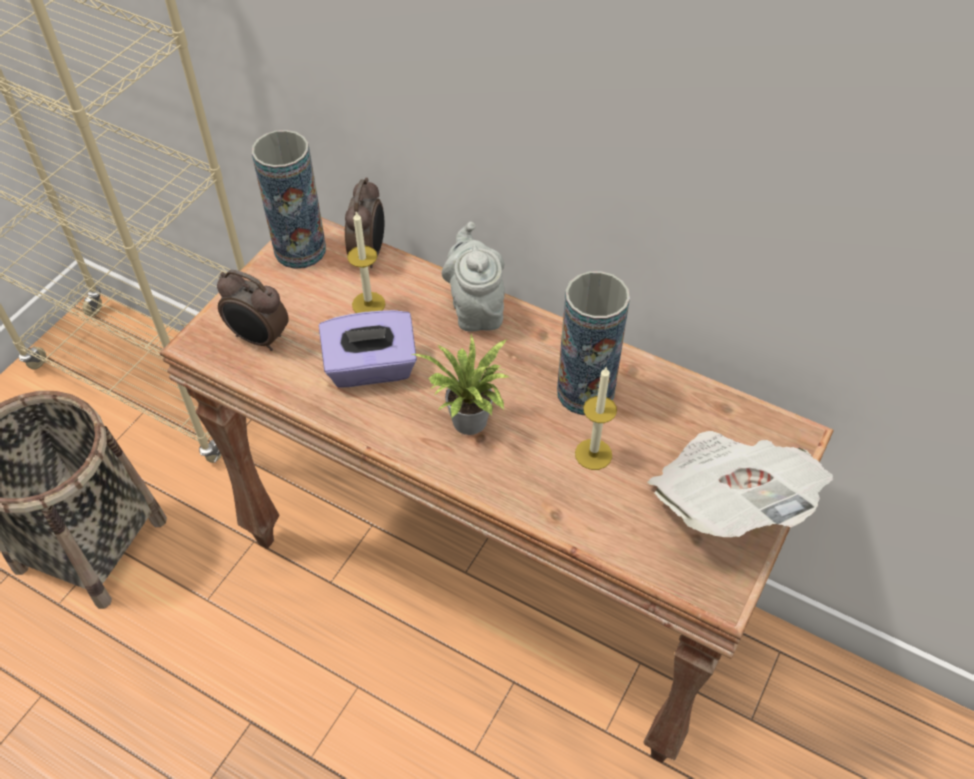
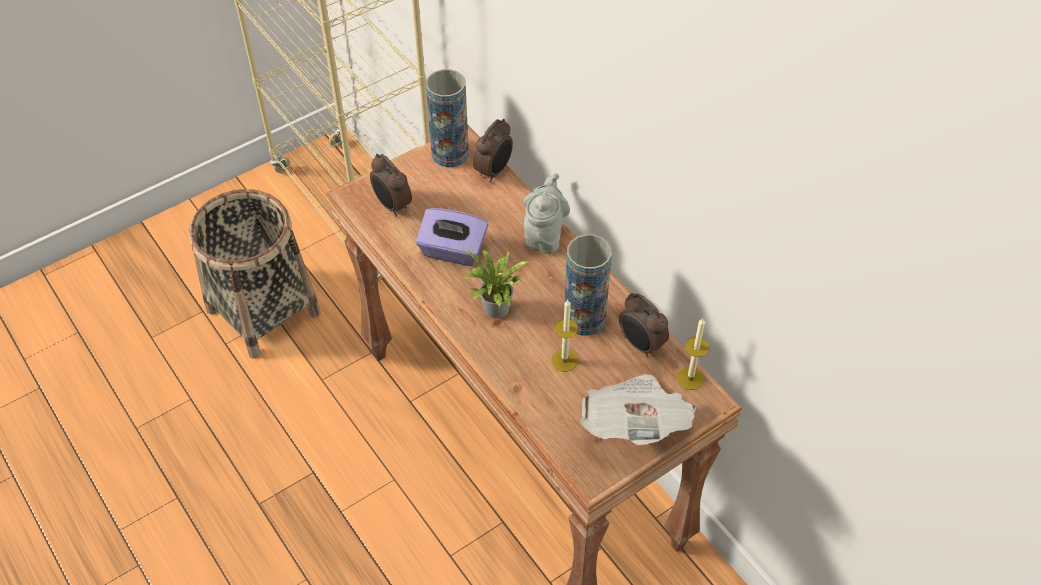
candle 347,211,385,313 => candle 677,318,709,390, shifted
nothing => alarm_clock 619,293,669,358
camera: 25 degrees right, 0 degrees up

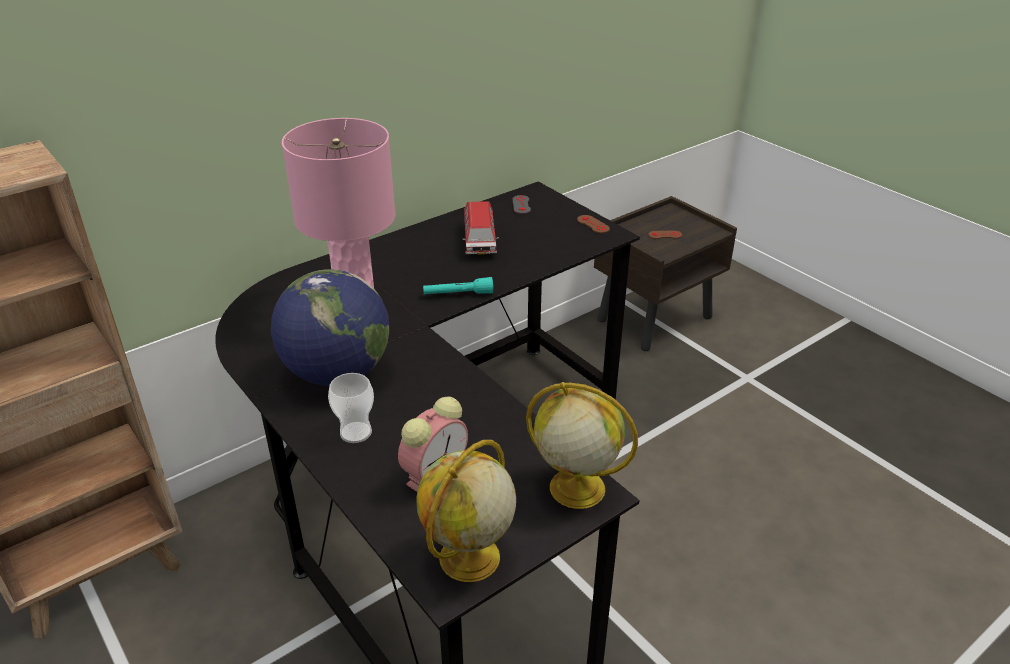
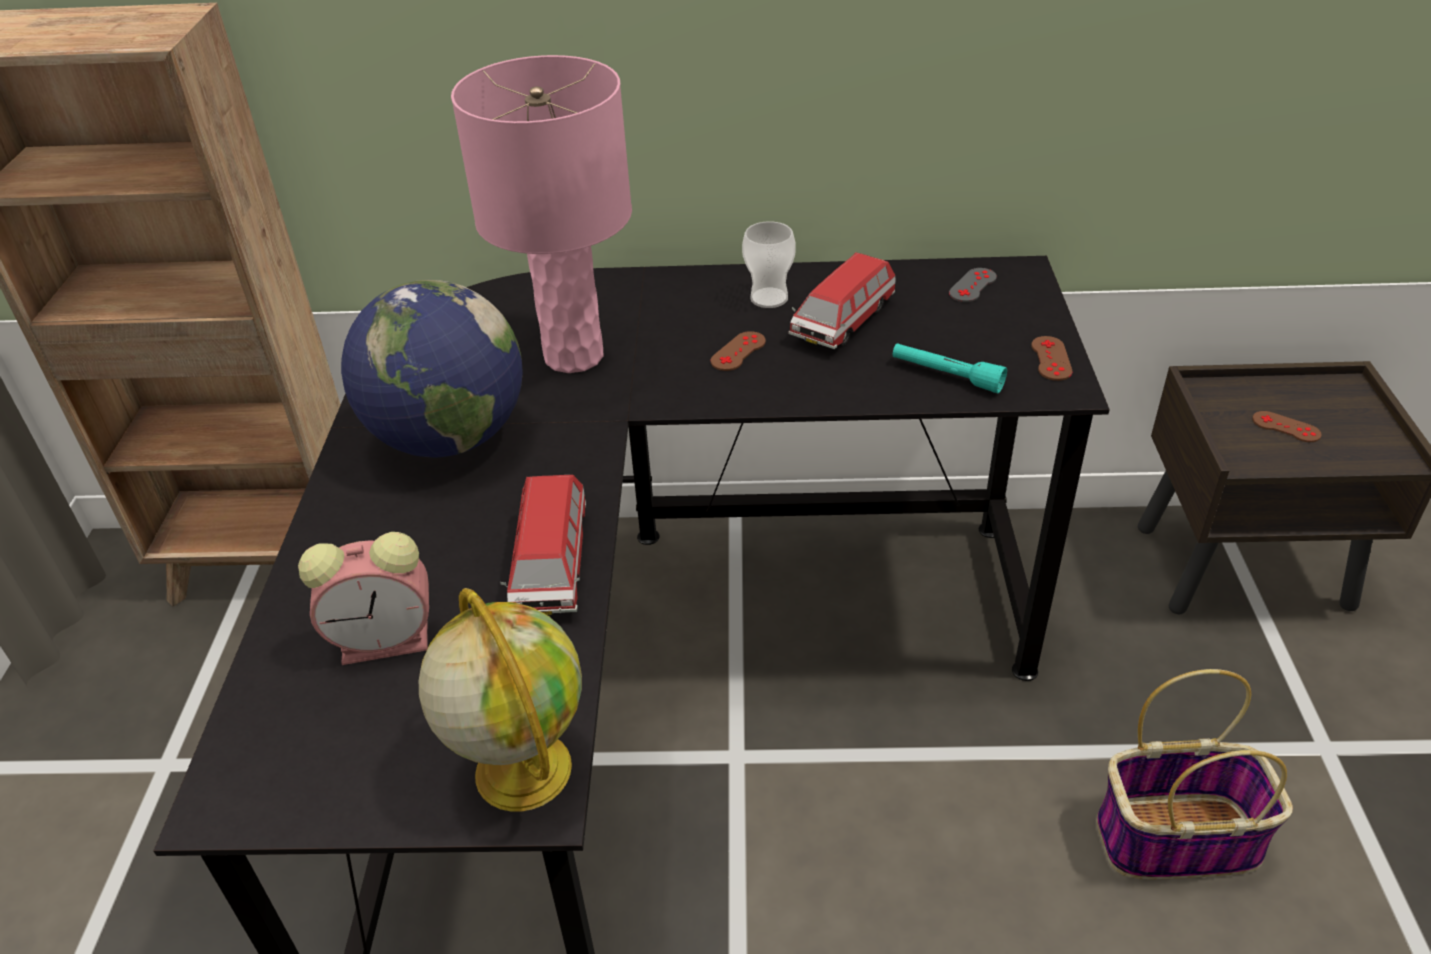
cup 328,373,374,443 => cup 742,221,795,308, shifted
globe 416,440,516,582 => nothing
turquoise_flashlight 423,277,493,294 => turquoise_flashlight 893,343,1007,393, shifted
nothing => toy_car 500,475,586,615
nothing => brown_game_controller 710,331,766,371
nothing => basket 1096,669,1293,880
camera: 40 degrees right, 5 degrees up

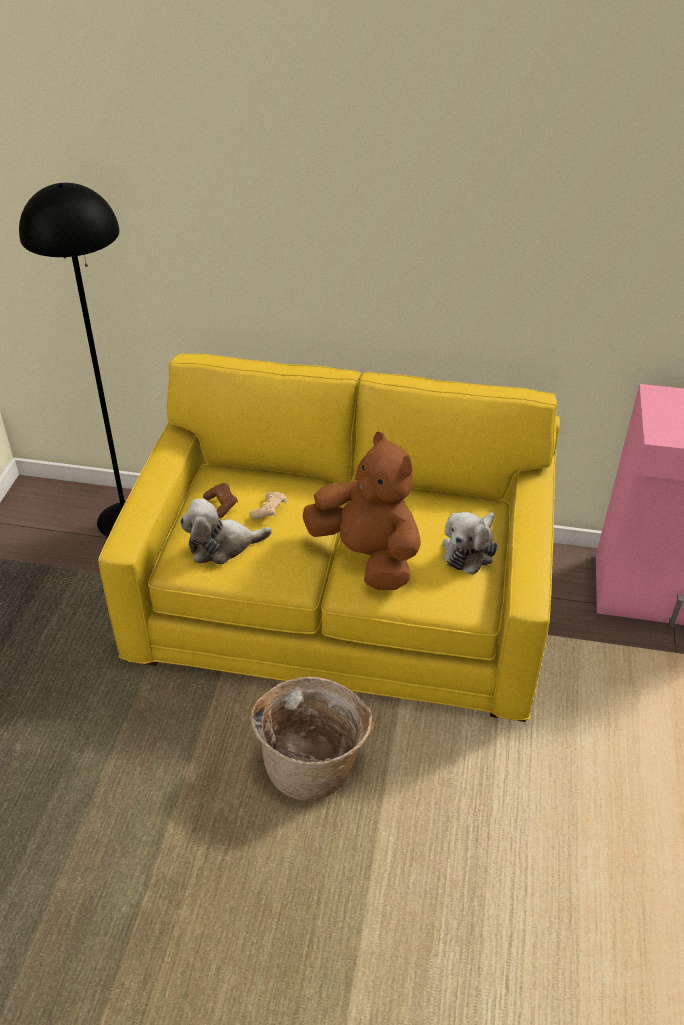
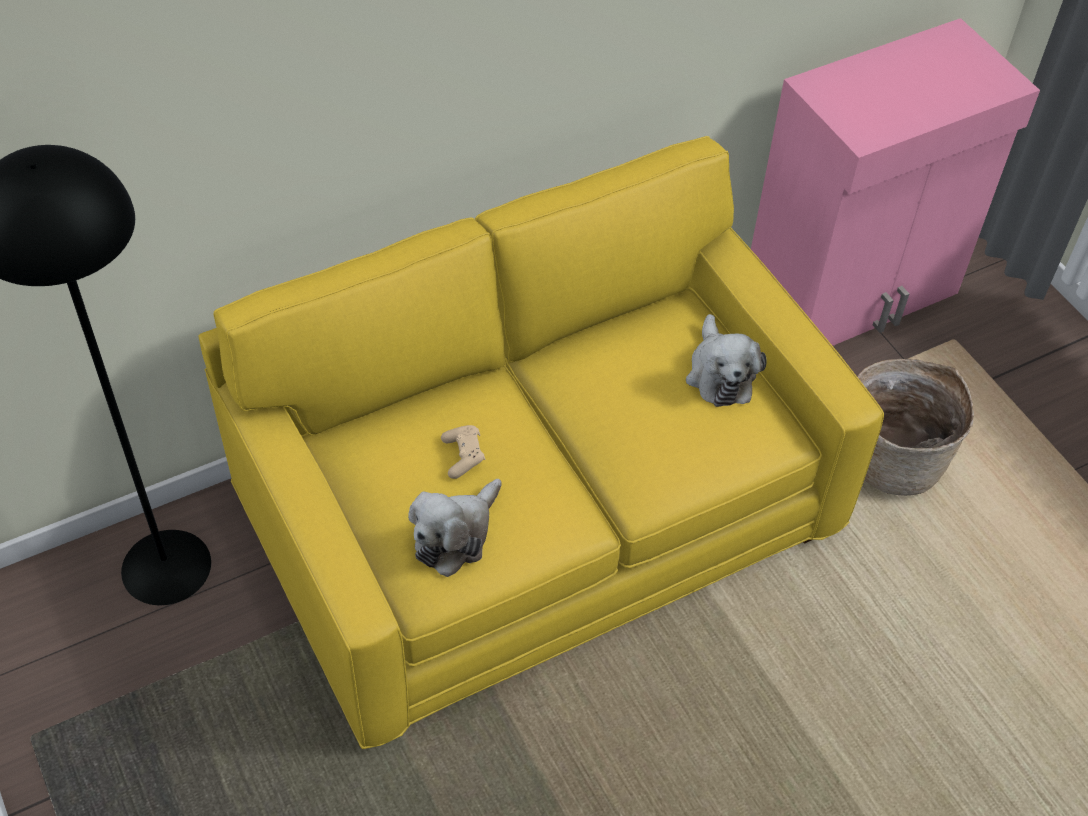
brown_game_controller 203,483,238,518 => nothing
basket 250,676,373,801 => basket 857,359,974,496, shifted
brown_plush_toy 303,432,421,590 => nothing
camera: 40 degrees left, 10 degrees up

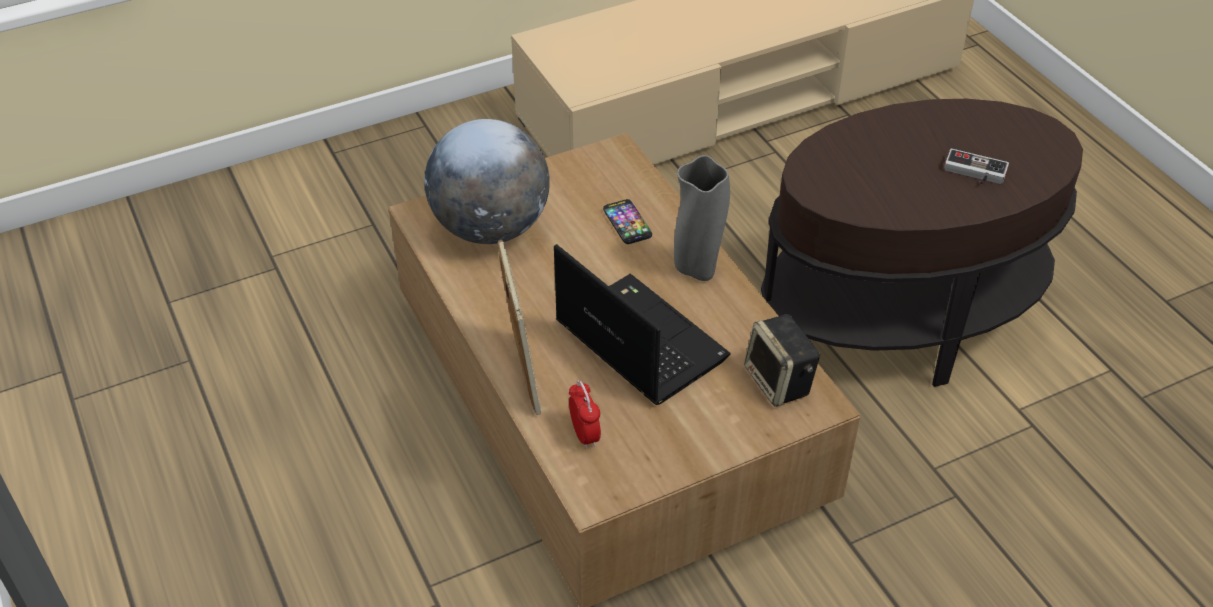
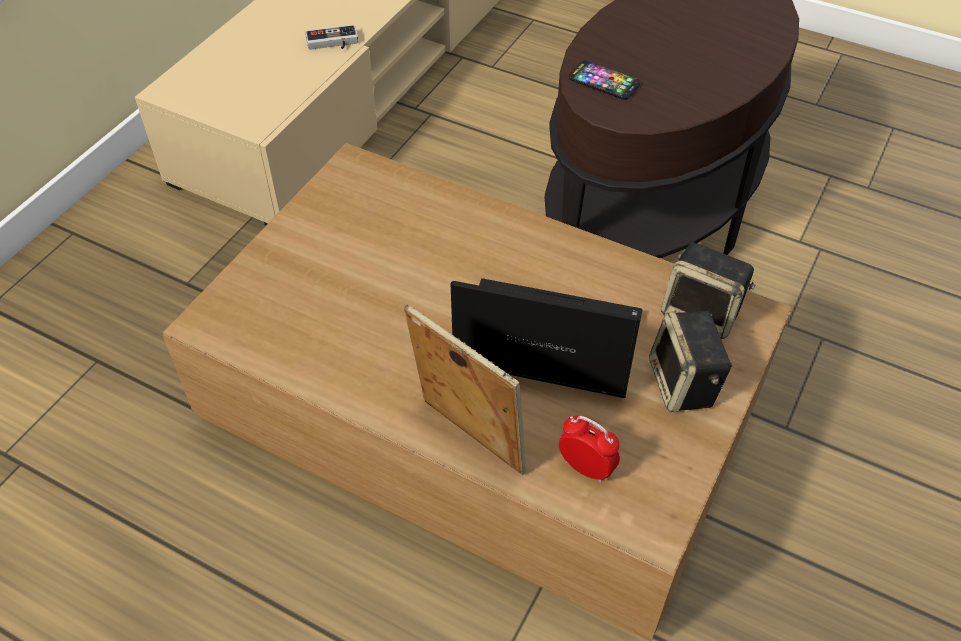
globe 424,119,550,244 => nothing
phone 603,199,652,244 => phone 569,61,640,100, shifted
grey_vase 674,155,730,281 => nothing
game_controller 944,149,1009,184 => game_controller 305,25,359,50, shifted
nothing => speaker 649,311,732,412
camera: 35 degrees left, 5 degrees up

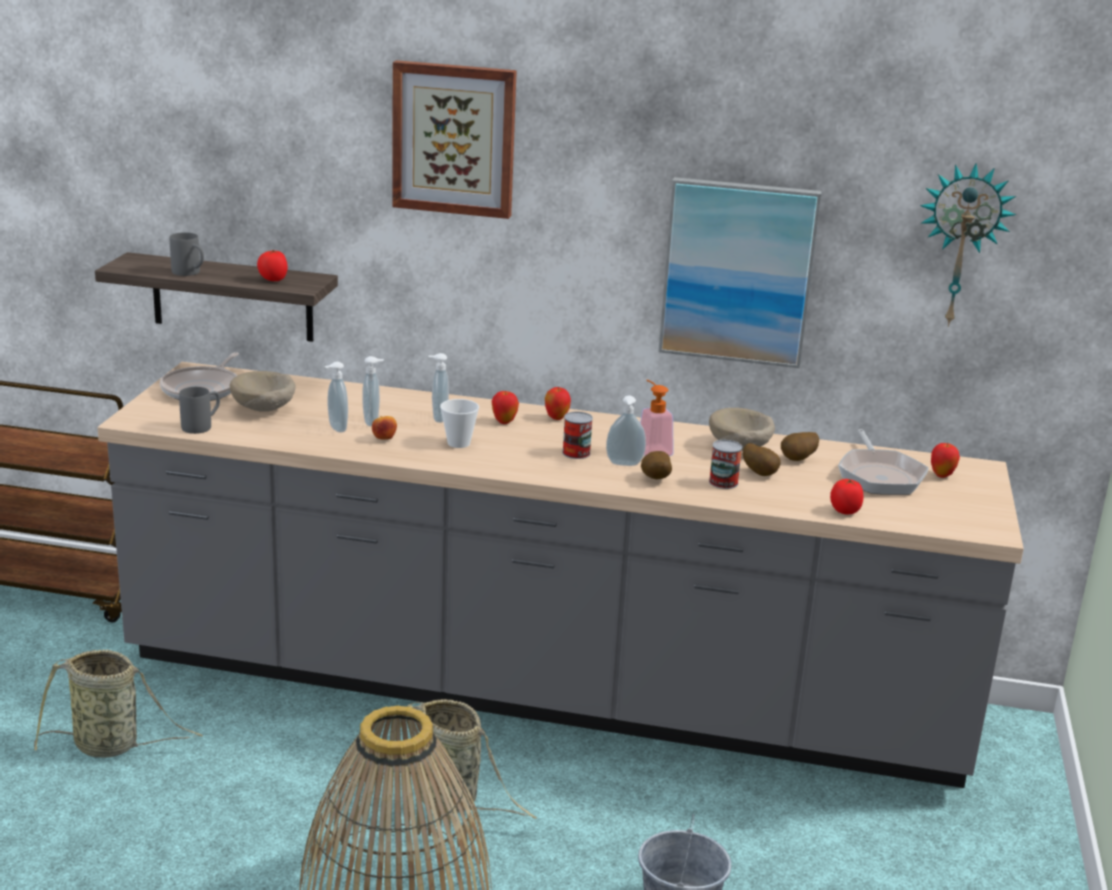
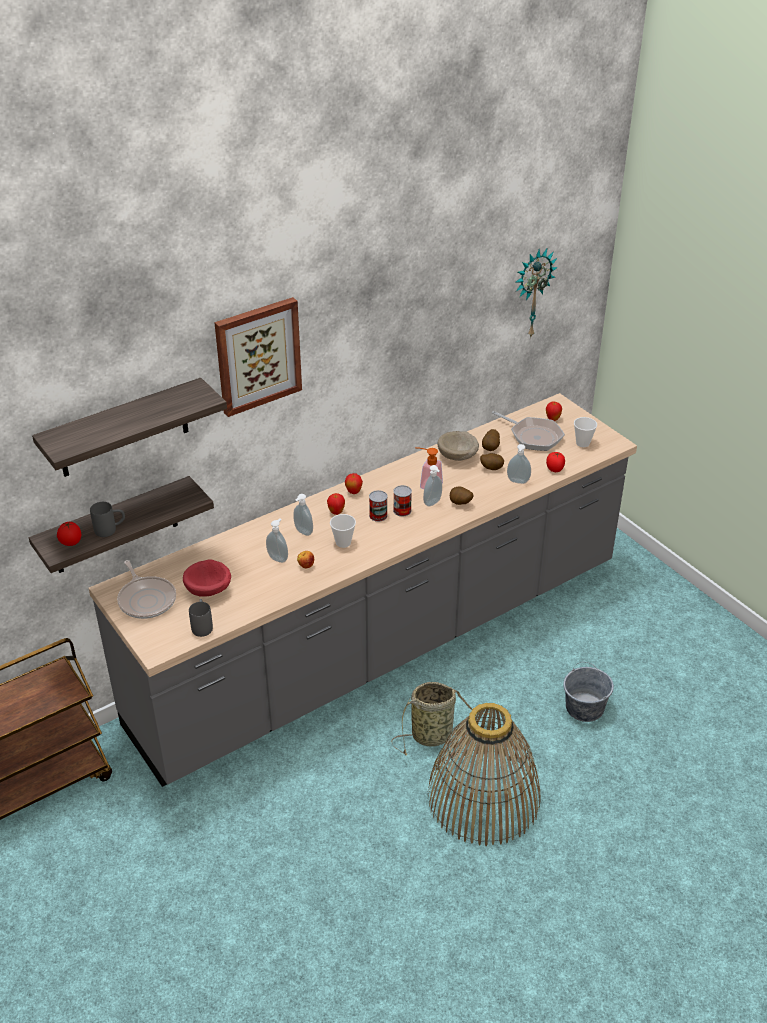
basket 34,650,203,758 => nothing
beige_bowl 230,371,296,412 => red_bowl 183,559,231,597
tomato 257,250,288,281 => tomato 57,521,81,546, shifted
soap_dispenser 325,362,348,432 => soap_dispenser 507,444,531,484, shifted
picture 659,177,822,368 => nothing
can 709,440,742,489 => can 369,490,388,522, shifted
nothing => shelf 32,378,227,477
nothing => cup 574,417,597,447
camera: 45 degrees left, 15 degrees up

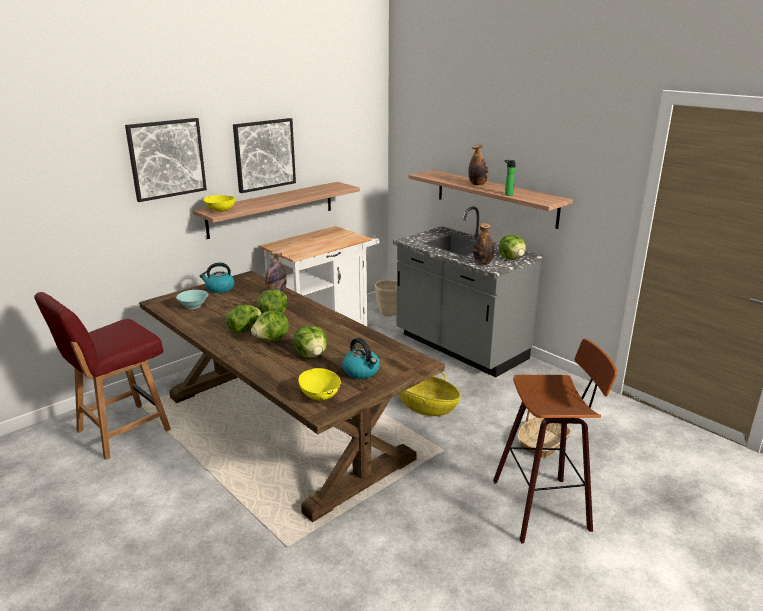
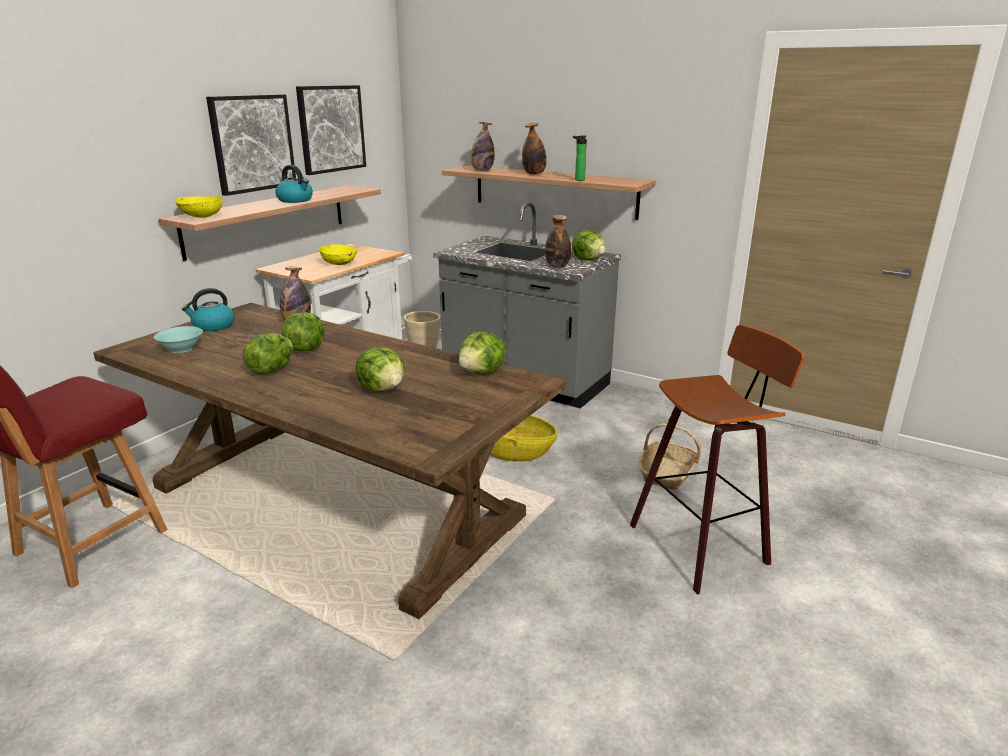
picture 125,118,207,202 => picture 296,85,366,175, shifted
lettuce 251,310,289,341 => lettuce 459,332,506,374, shifted
yellow_bowl 298,368,341,401 => yellow_bowl 319,244,357,265, shifted
kettle 342,338,380,379 => kettle 275,165,313,203, shifted
nothing => bottle 471,122,495,171
camera: 15 degrees left, 0 degrees up

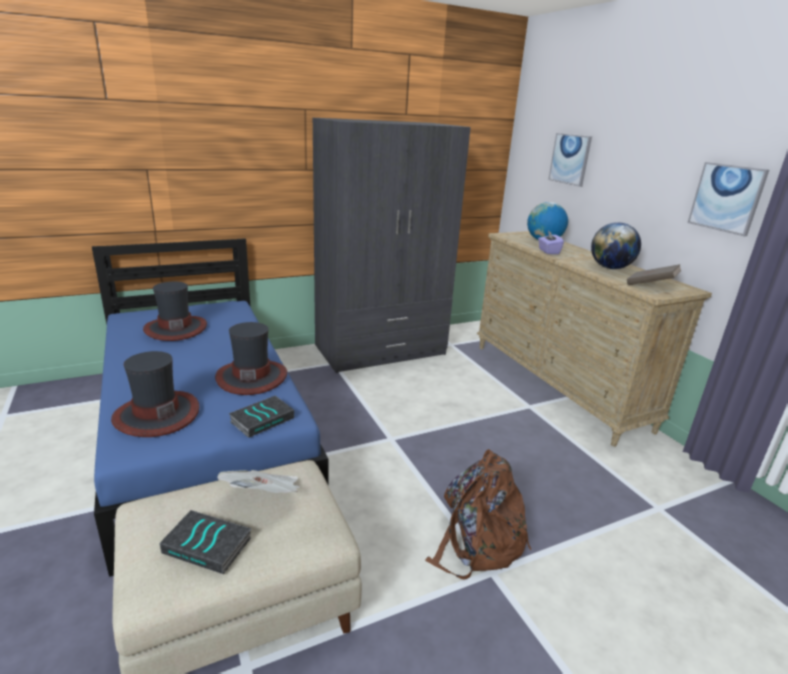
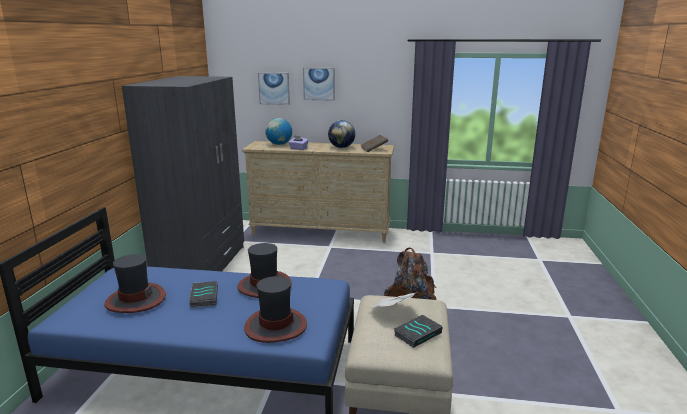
book 229,396,294,438 => book 189,281,218,308, shifted
picture 687,162,769,236 => picture 303,68,335,101, shifted
camera: 55 degrees left, 5 degrees down

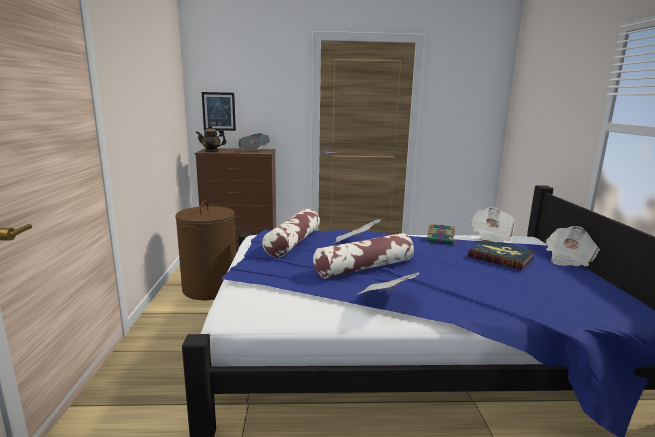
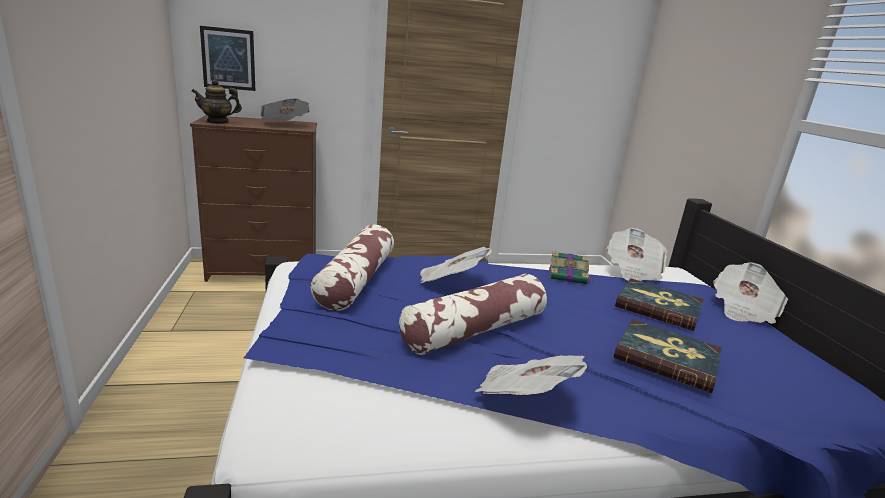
brown_laundry_basket 175,200,236,300 => nothing
nothing => book 613,319,722,393
camera: 10 degrees left, 5 degrees up

